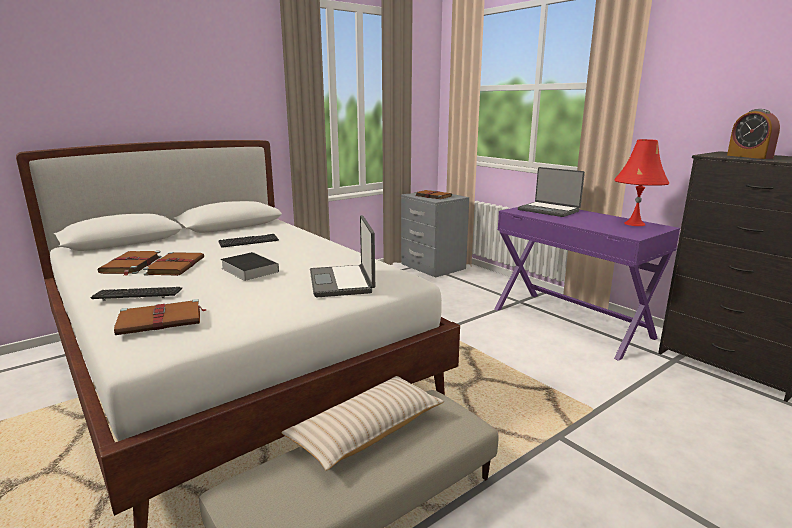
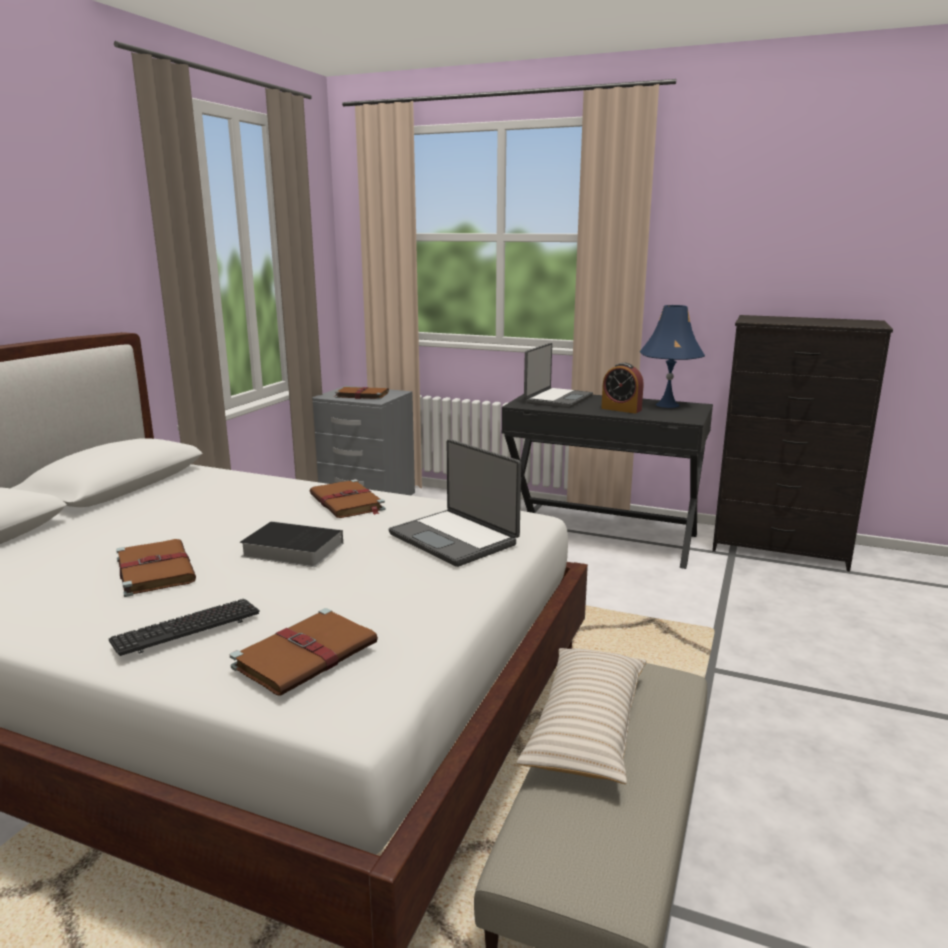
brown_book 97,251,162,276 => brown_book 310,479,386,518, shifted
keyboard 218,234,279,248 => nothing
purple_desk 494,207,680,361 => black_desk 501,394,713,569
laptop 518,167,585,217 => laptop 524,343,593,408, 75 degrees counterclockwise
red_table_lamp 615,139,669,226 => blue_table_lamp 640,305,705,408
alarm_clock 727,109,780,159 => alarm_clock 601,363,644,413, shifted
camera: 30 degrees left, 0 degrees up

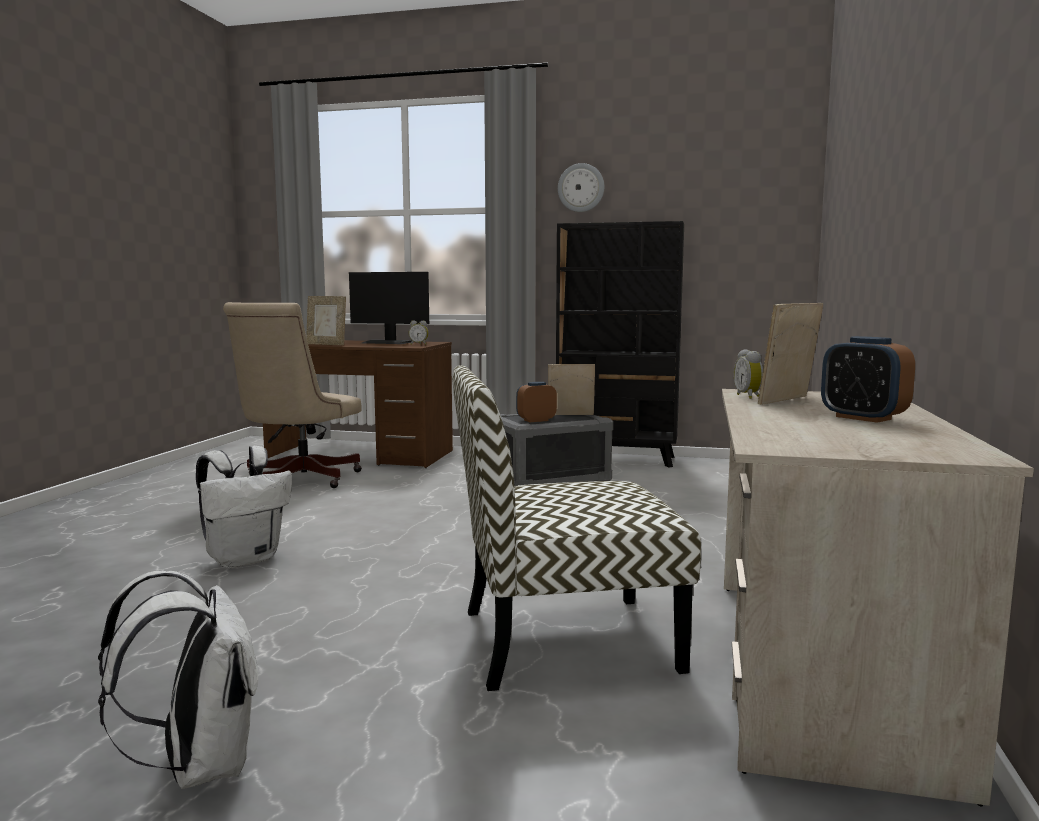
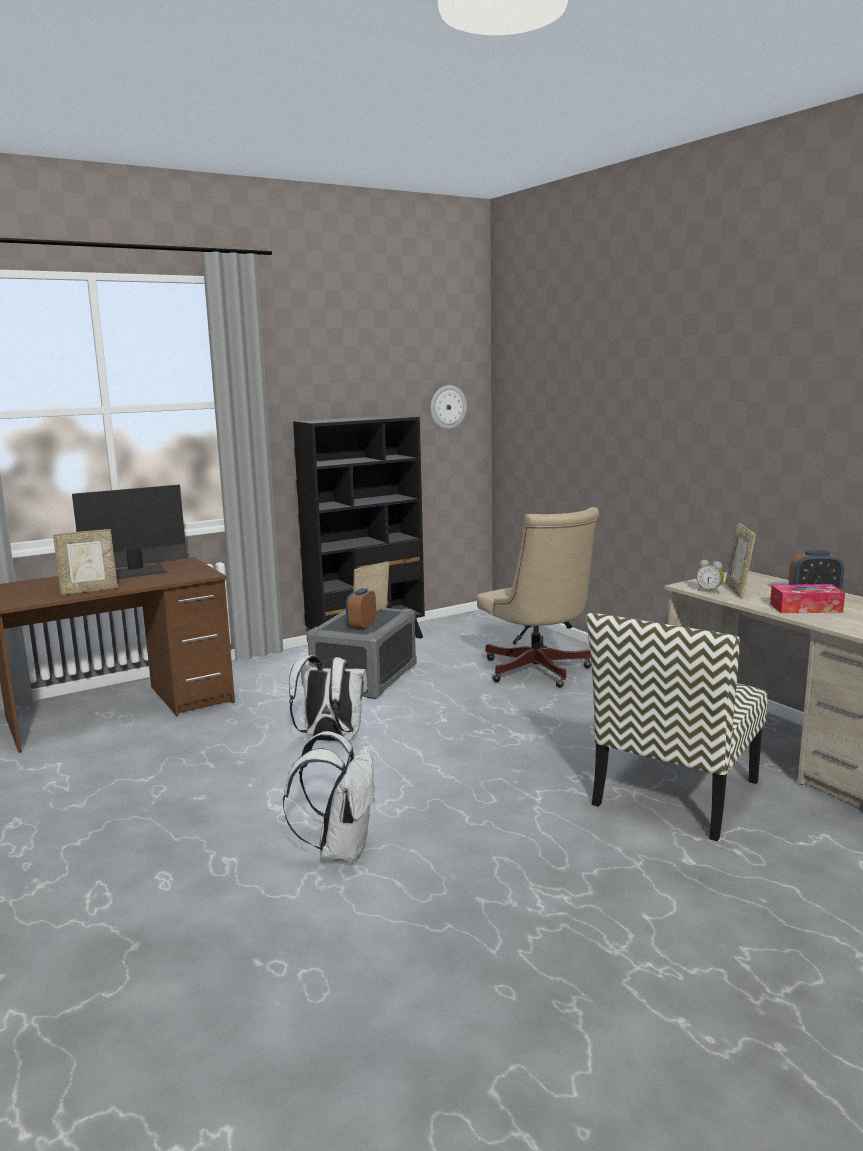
white_backpack 98,570,258,789 => white_backpack 289,655,368,742, shifted
beige_office_chair 223,302,362,488 => beige_office_chair 477,507,599,688, shifted
alarm_clock 409,321,428,345 => nothing
wall_clock 558,163,604,212 => wall_clock 430,385,467,430, shifted
nothing => tissue_box 770,584,845,613
camera: 45 degrees left, 5 degrees up

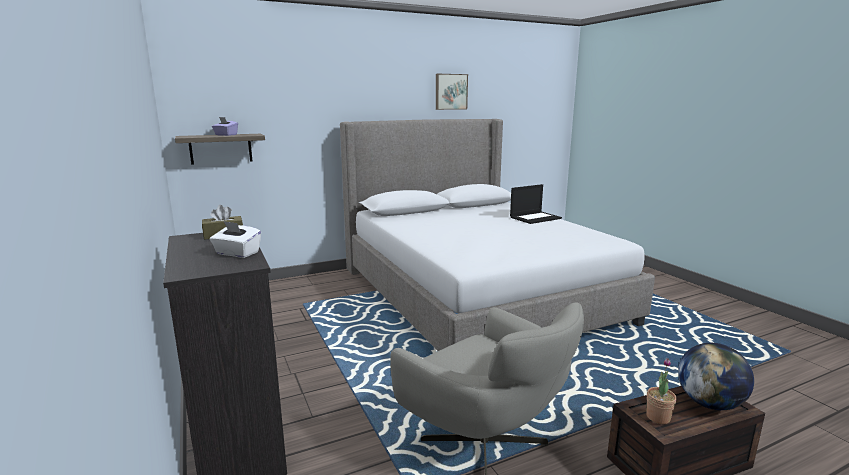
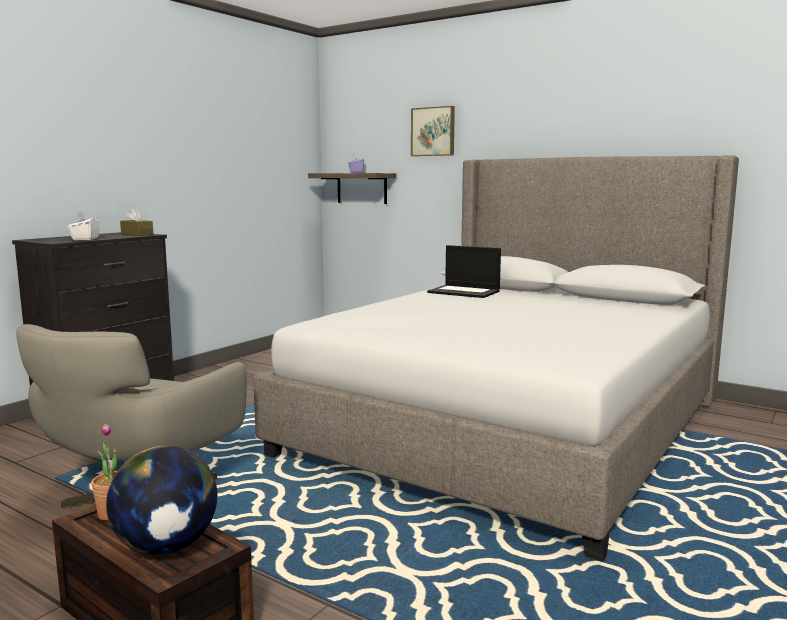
picture 436,74,468,110 => picture 411,106,455,156, shifted
laptop 510,184,562,224 => laptop 427,245,501,298, shifted
camera: 60 degrees right, 5 degrees down

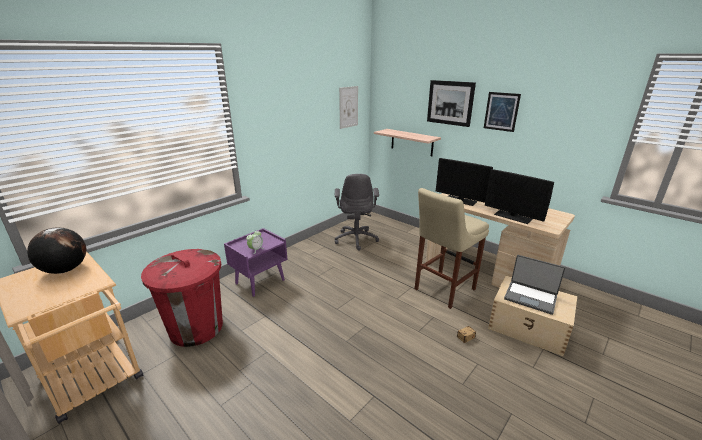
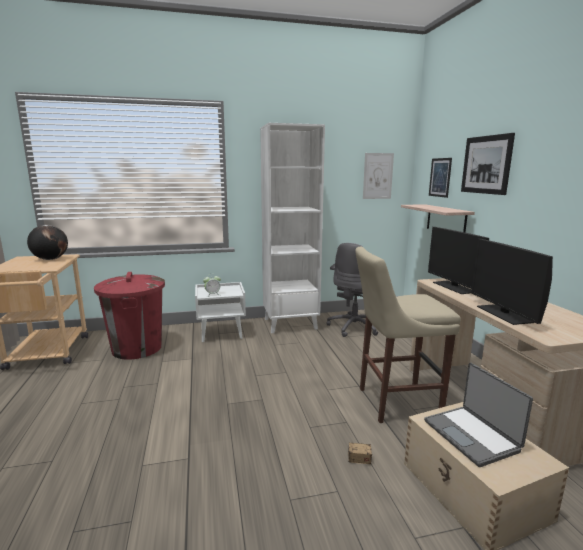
purple_nightstand 224,228,288,297 => white_nightstand 195,282,246,342
picture 484,92,521,132 => picture 429,158,452,198, shifted
nothing => white_bookcase 260,123,325,333
camera: 35 degrees right, 10 degrees down

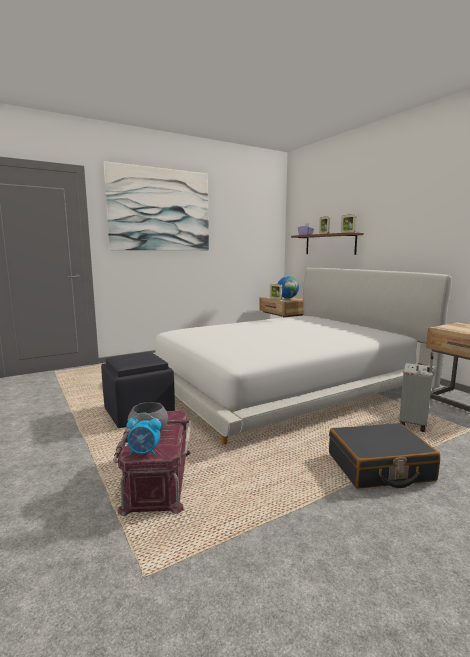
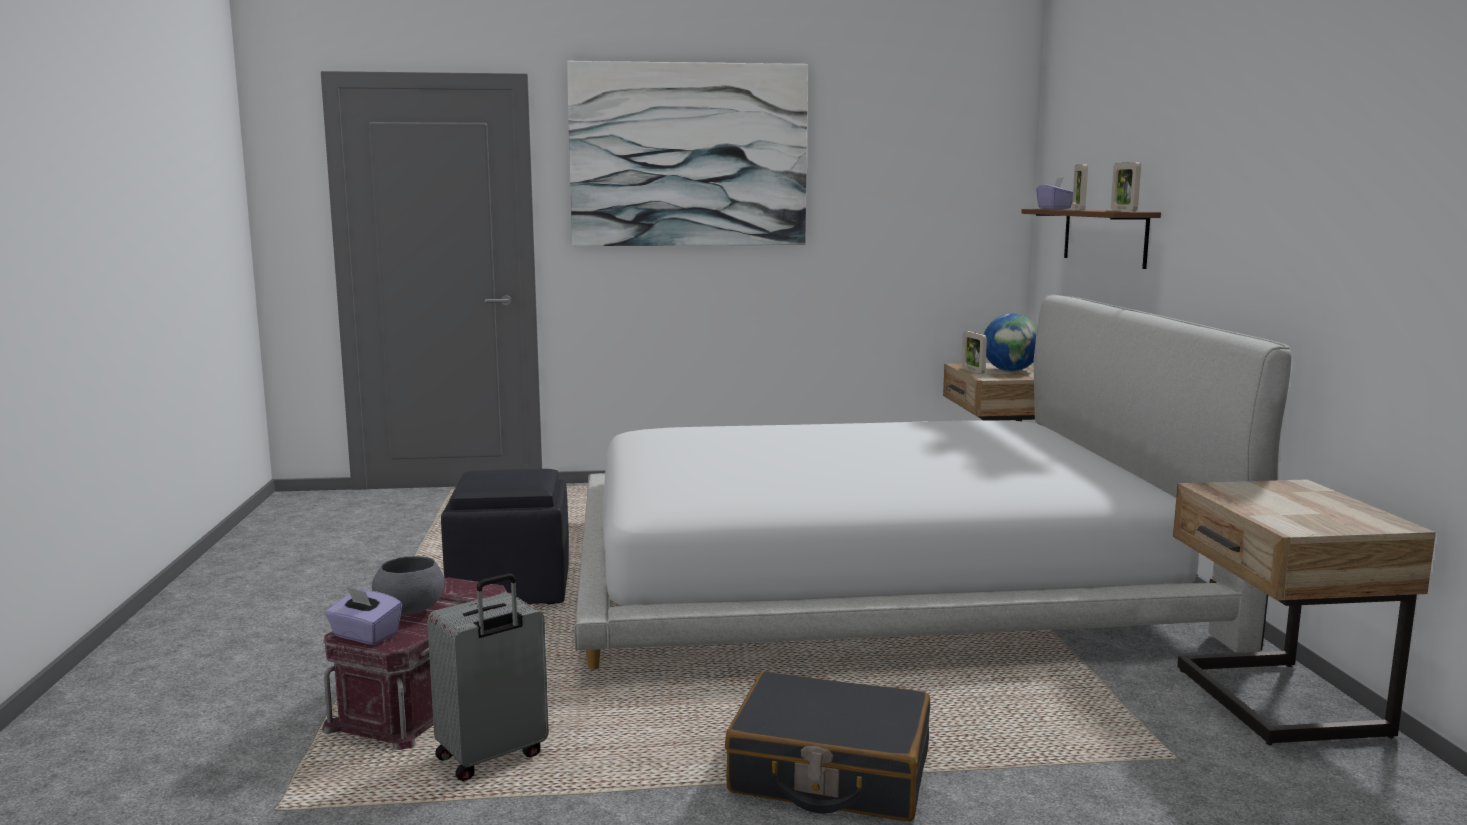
alarm_clock 127,412,161,456 => purple_tissue_box 325,586,402,645
grey_suitcase 399,352,434,432 => grey_suitcase 427,573,549,781, shifted
camera: 25 degrees right, 0 degrees up

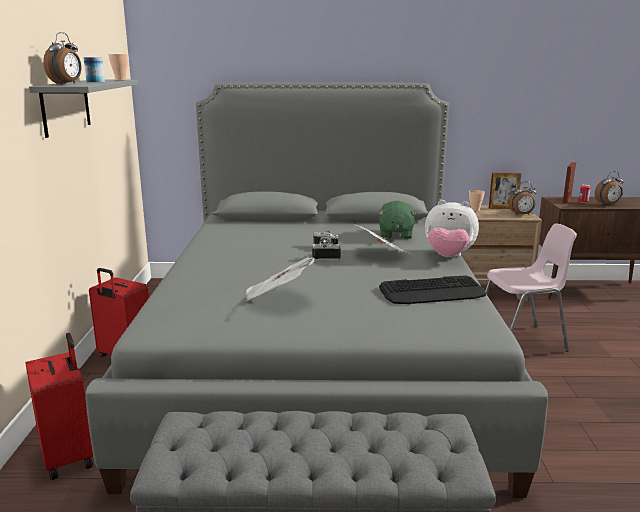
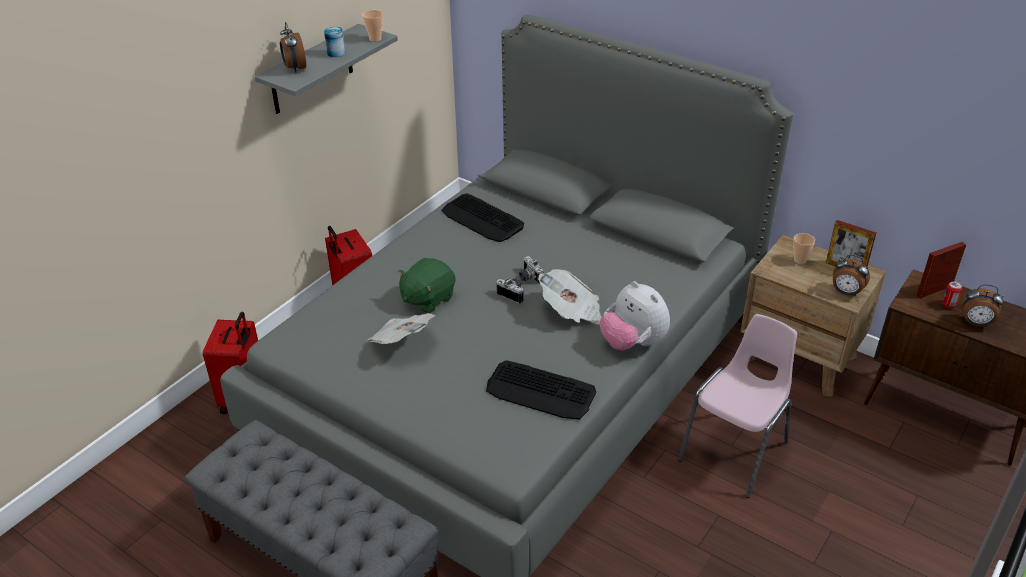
alarm_clock 43,32,81,85 => alarm_clock 280,22,306,73, 105 degrees clockwise
green_plush_toy 378,201,417,240 => green_plush_toy 398,258,455,313, shifted
pink_chair 485,223,577,352 => pink_chair 678,314,797,498, 75 degrees counterclockwise
nothing => keyboard 442,193,524,242
camera: 35 degrees right, 20 degrees up

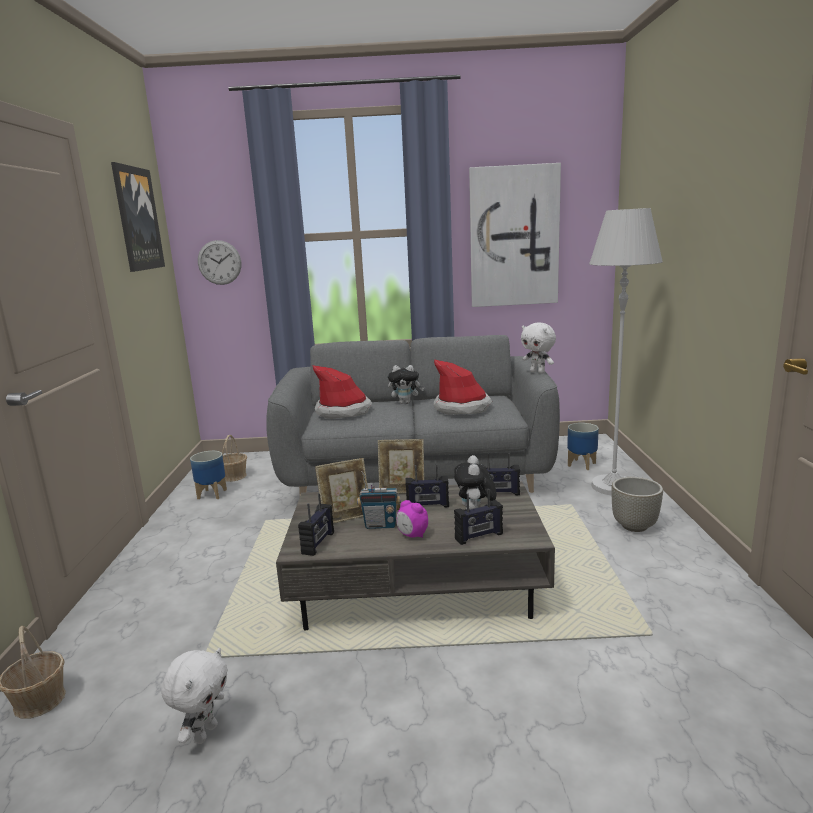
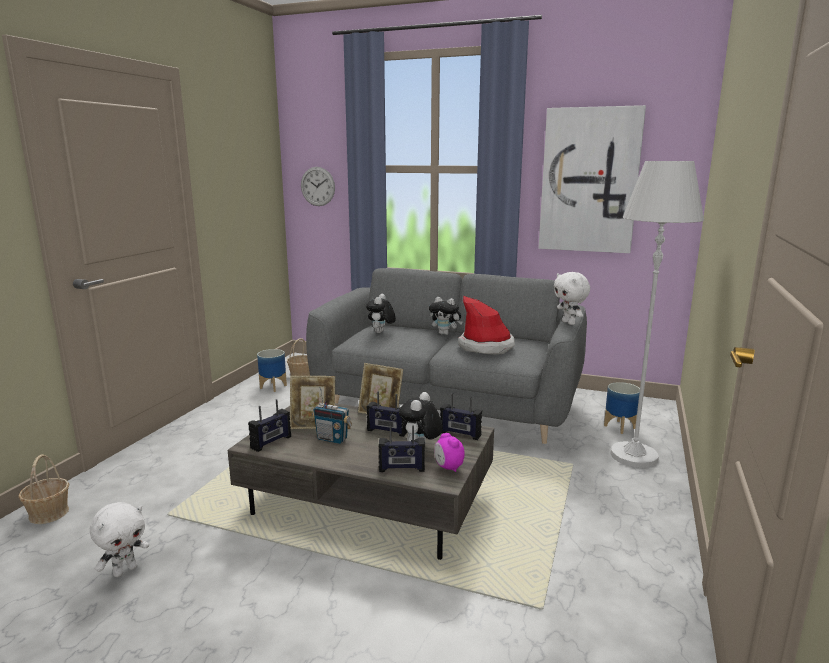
picture 111,162,165,272 => nothing
hat 313,365,372,419 => plush_toy 366,294,396,333
alarm_clock 396,500,428,538 => alarm_clock 434,433,465,472, shifted
grey_planter 611,477,663,532 => nothing
camera: 20 degrees right, 0 degrees up

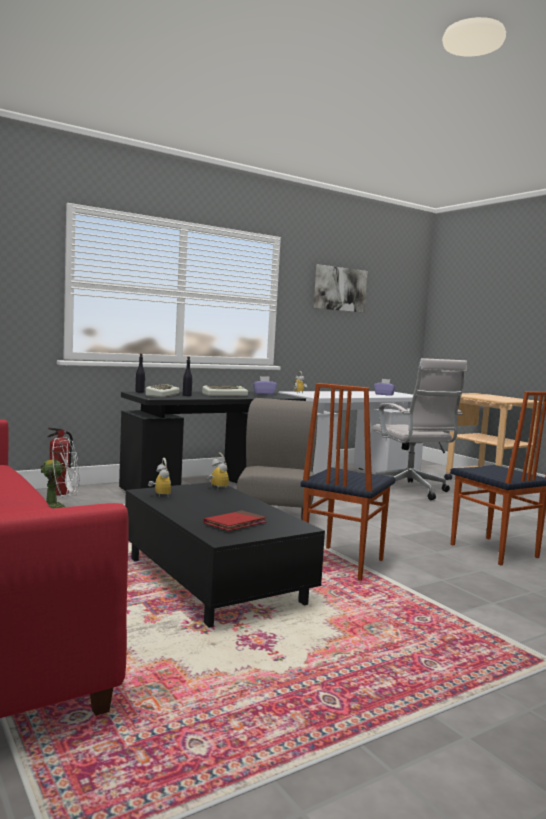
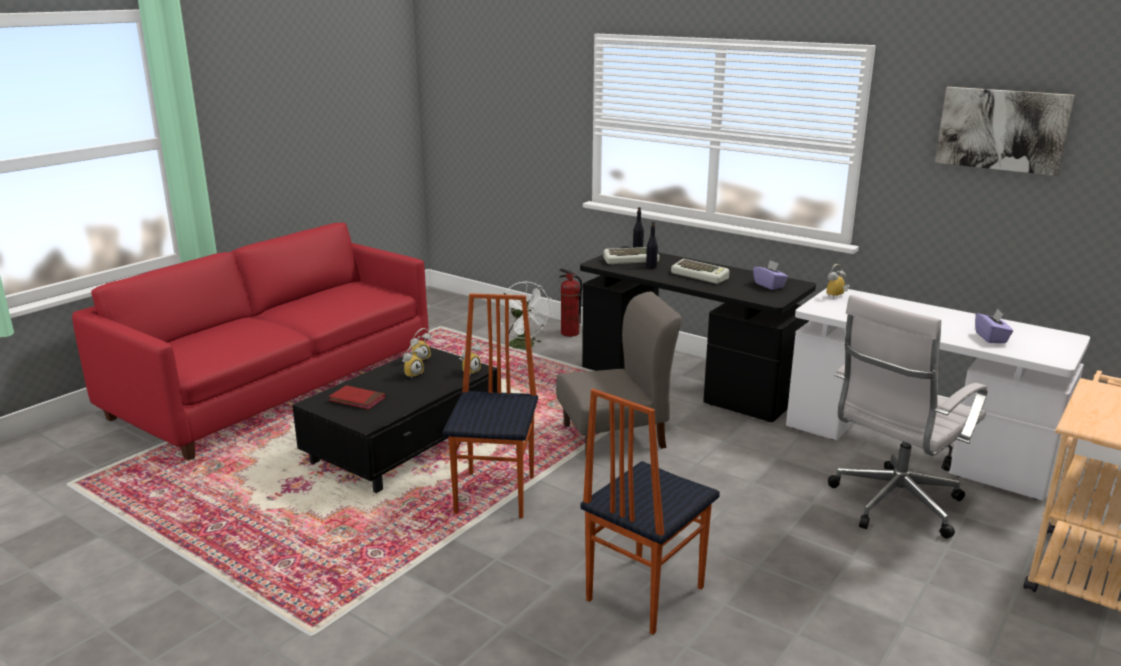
chair 301,383,395,581 => chair 443,293,538,519, 90 degrees clockwise
nothing => alarm_clock 402,342,424,378
camera: 70 degrees right, 15 degrees up

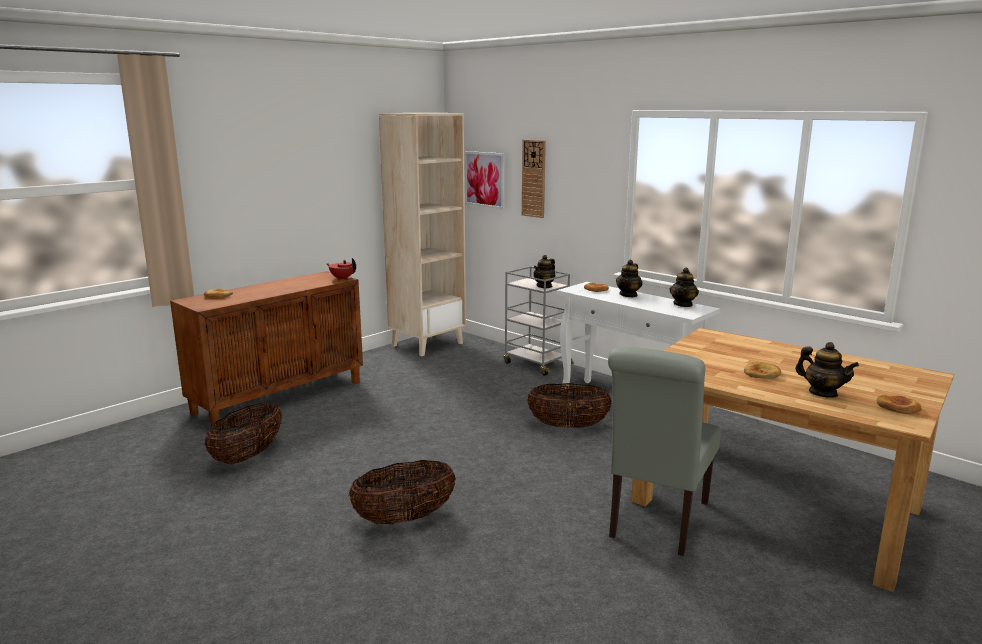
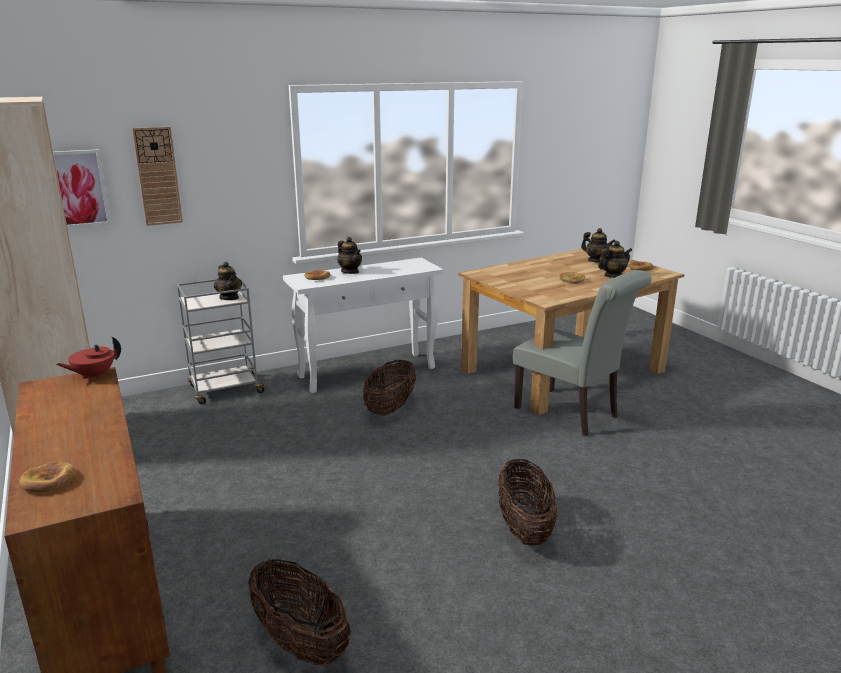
teapot 669,267,699,307 => teapot 581,228,615,263, shifted
camera: 70 degrees left, 5 degrees up

